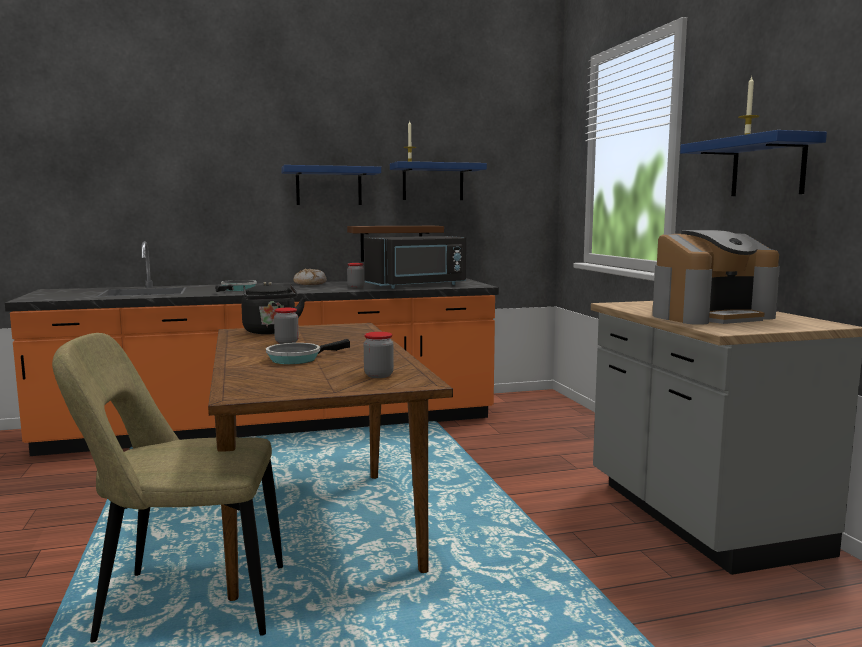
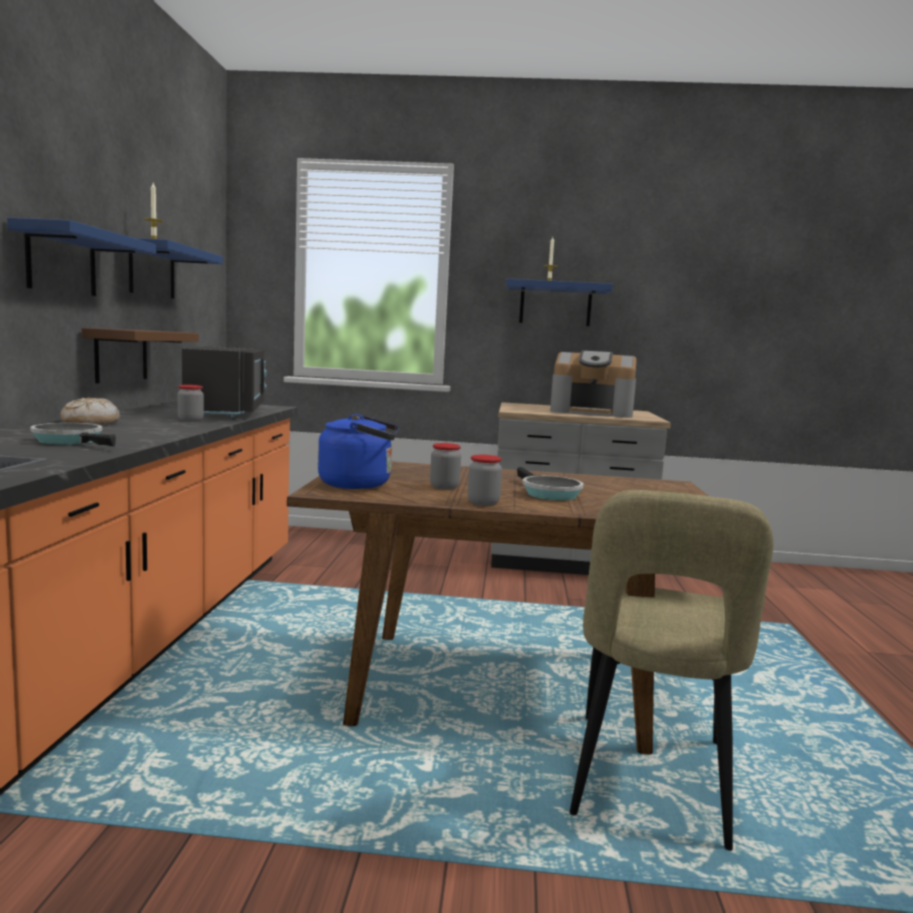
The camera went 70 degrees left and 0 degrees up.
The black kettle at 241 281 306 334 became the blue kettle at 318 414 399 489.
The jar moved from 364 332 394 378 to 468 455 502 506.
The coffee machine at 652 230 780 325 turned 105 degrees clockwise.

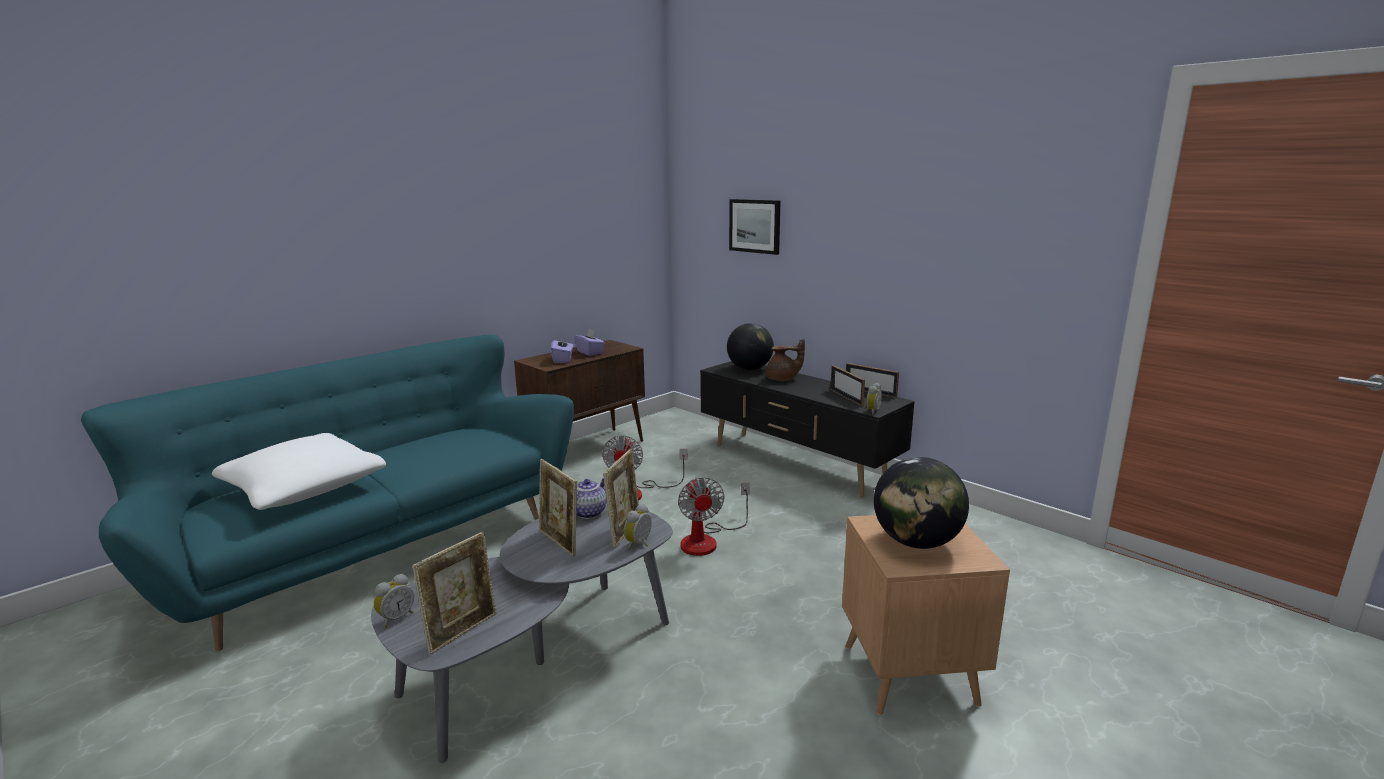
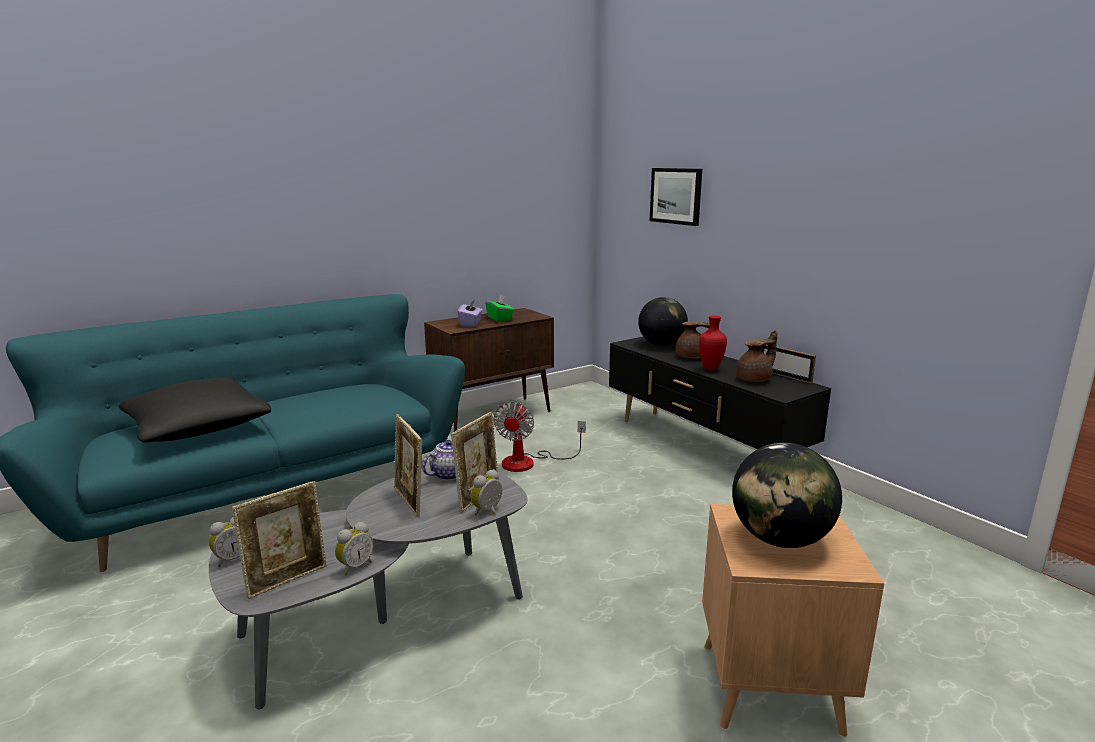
The camera went 10 degrees right and 0 degrees up.
The white pillow at 212 433 386 510 became the black pillow at 119 377 271 443.
The purple tissue box at 574 329 605 356 became the green tissue box at 485 295 514 322.
The fan at 678 477 750 556 disappeared.
The picture frame at 830 365 865 406 was replaced by the brown teapot at 736 330 778 382.
The alarm clock moved from 866 383 882 415 to 335 521 374 576.
The red vase at 699 315 727 371 appeared.

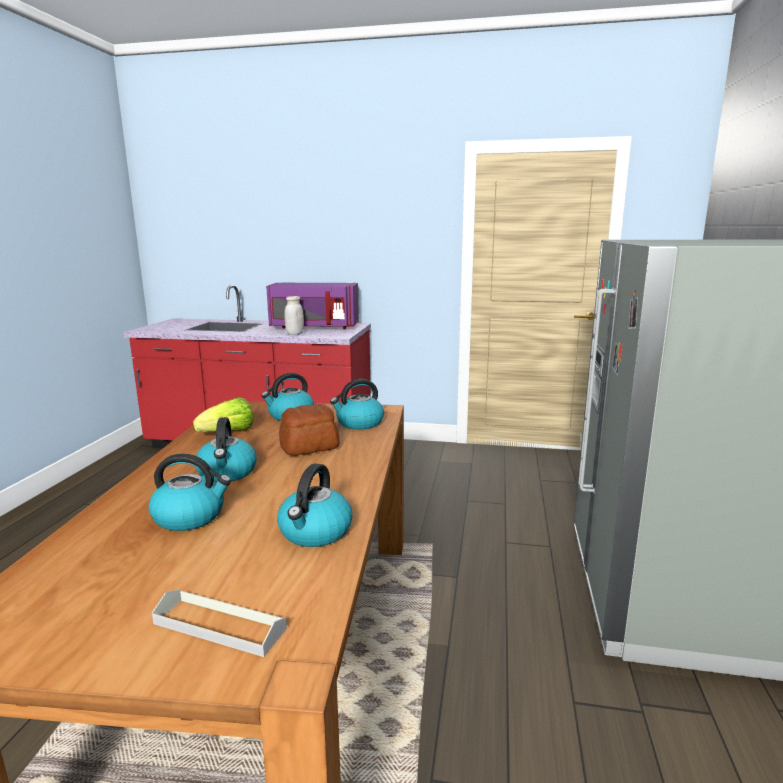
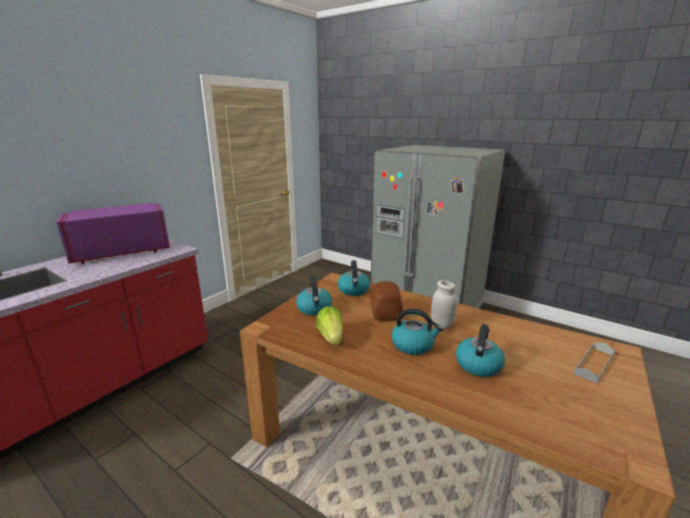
The camera went 65 degrees left and 5 degrees up.
The purple microwave at 266 283 359 329 turned 150 degrees counterclockwise.
The kettle at 277 463 352 547 disappeared.
The white jar moved from 284 296 304 335 to 431 280 457 329.

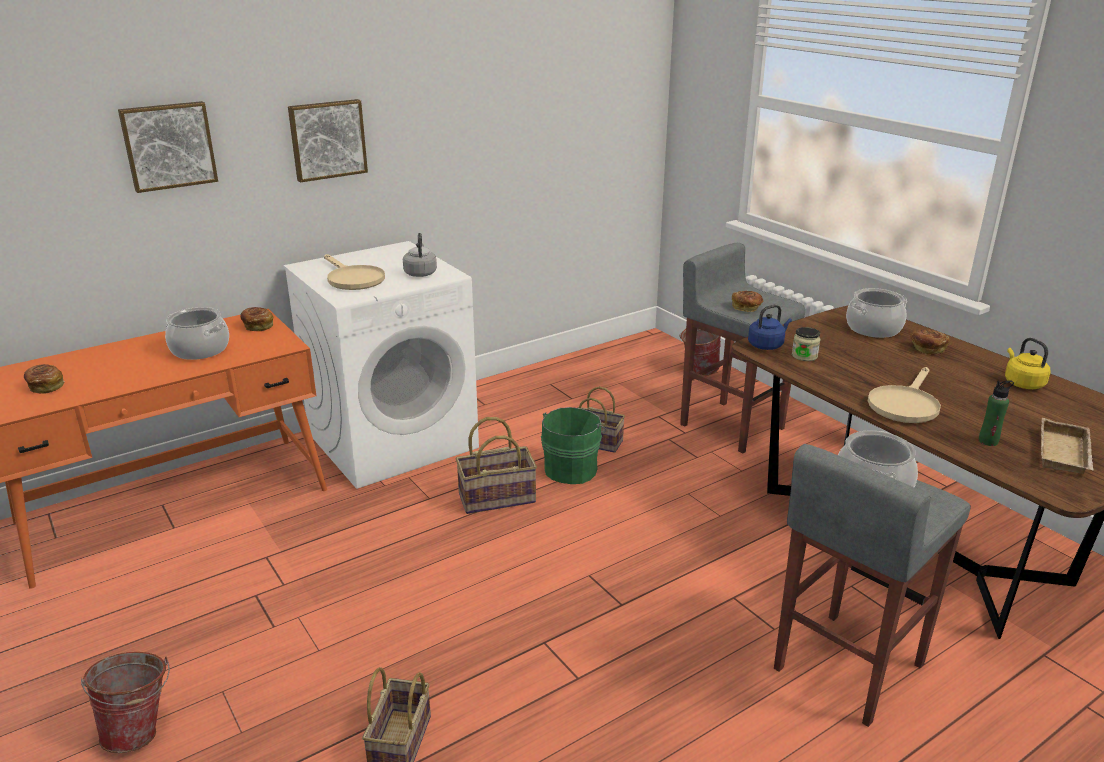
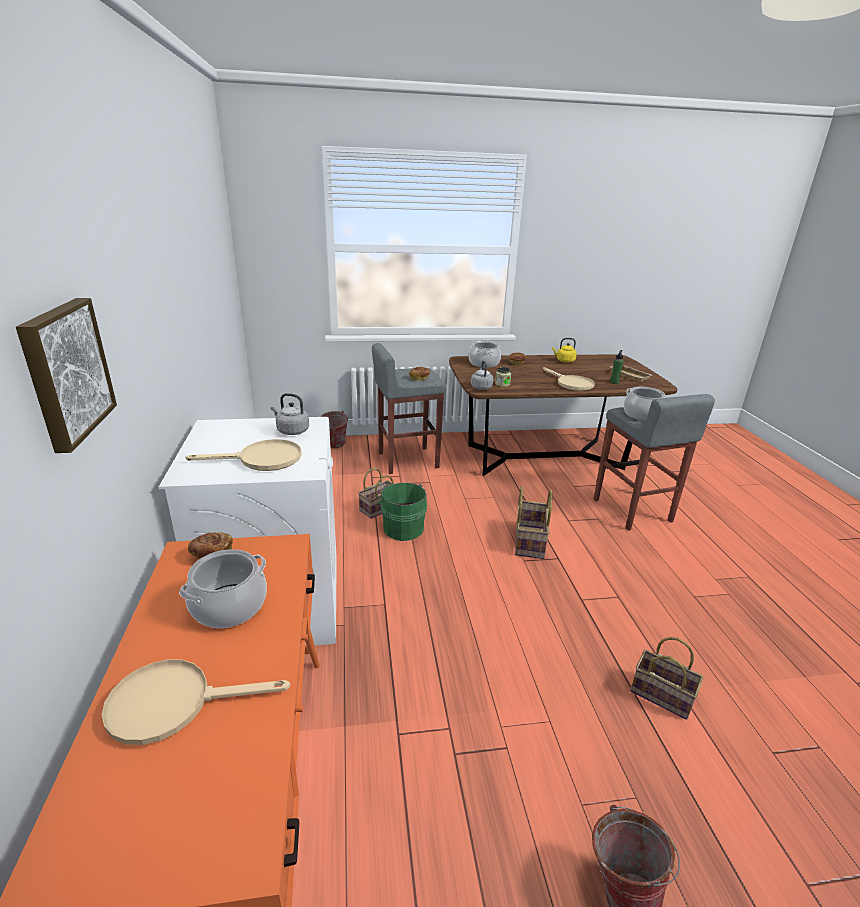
The camera went 65 degrees left and 0 degrees up.
The bread at 24 364 65 393 disappeared.
The picture at 288 99 368 183 disappeared.
The basket moved from 456 417 537 514 to 515 487 553 559.
The blue kettle at 748 304 792 350 became the grey kettle at 471 361 493 390.
The beige frying pan at 102 659 290 745 appeared.

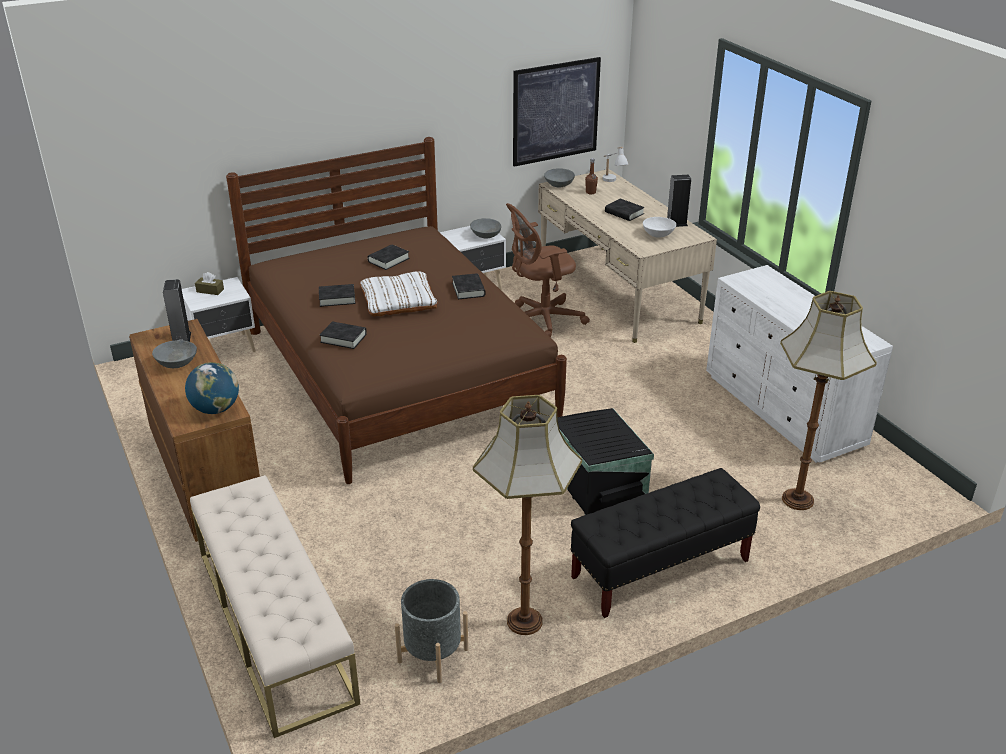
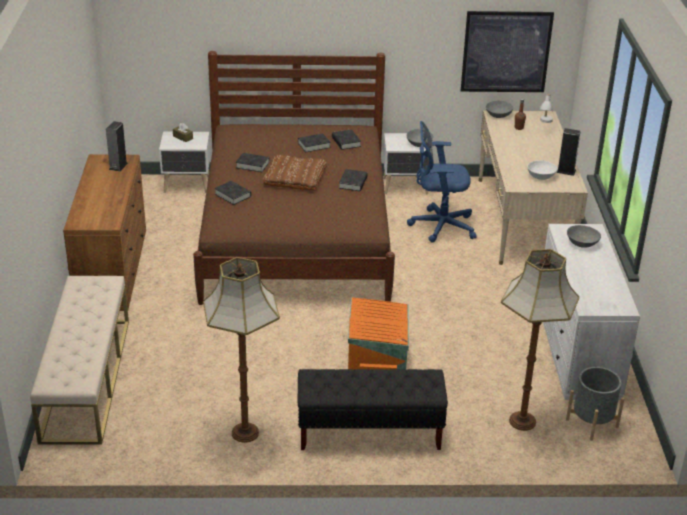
The camera went 25 degrees right and 0 degrees up.
The grey bowl moved from 152 340 197 368 to 567 225 601 248.
The globe at 185 362 239 414 disappeared.
The white pillow at 360 271 438 317 became the brown pillow at 262 155 327 191.
The grey planter moved from 395 579 468 683 to 566 367 624 441.
The brown office chair at 506 203 590 337 became the blue office chair at 407 121 477 243.
The black storage box at 558 408 654 515 became the orange storage box at 348 297 409 370.
The black book moved from 605 199 645 221 to 332 129 361 150.

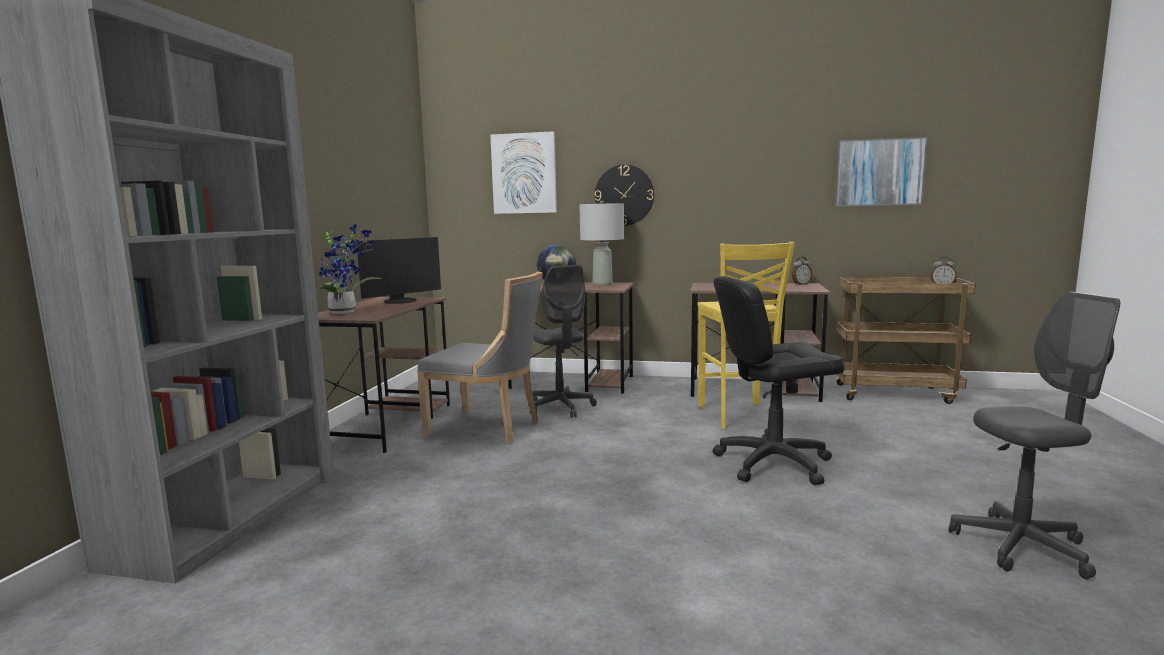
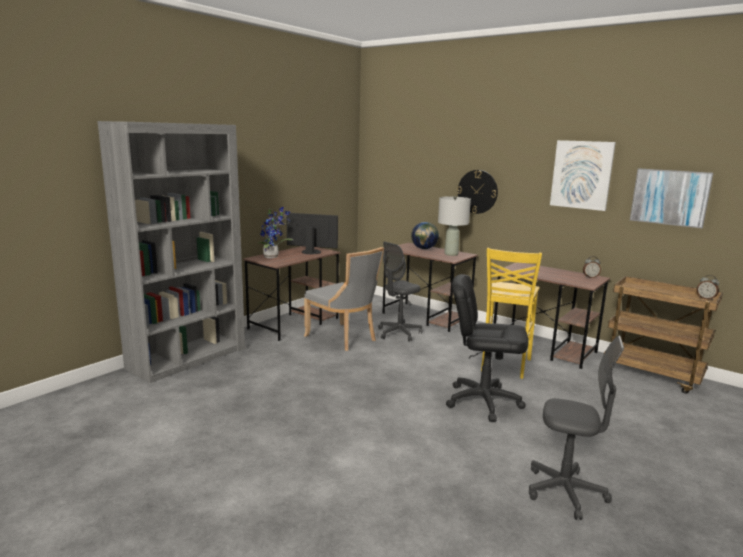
The camera went 25 degrees right and 5 degrees up.
The monitor at 357 237 441 304 turned 150 degrees counterclockwise.
The picture moved from 490 131 557 214 to 550 140 616 211.
The grey office chair at 530 265 597 418 turned 45 degrees clockwise.

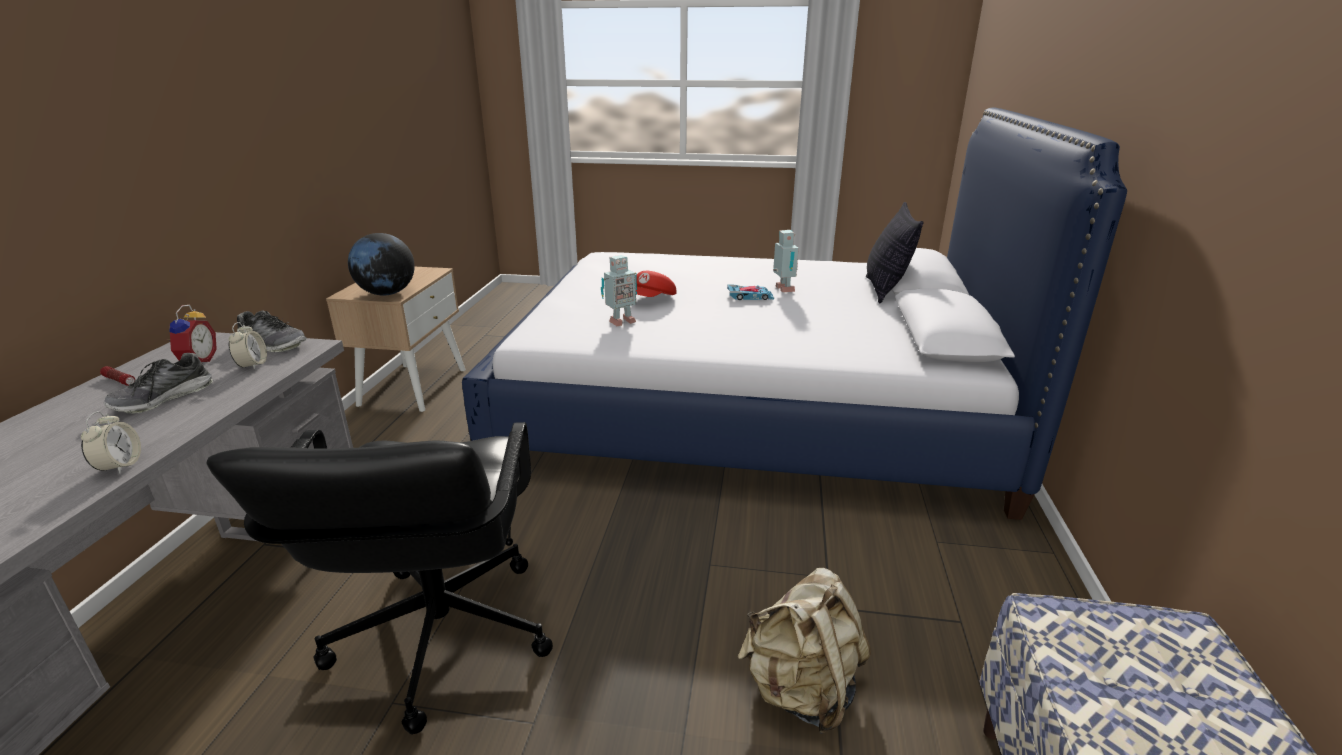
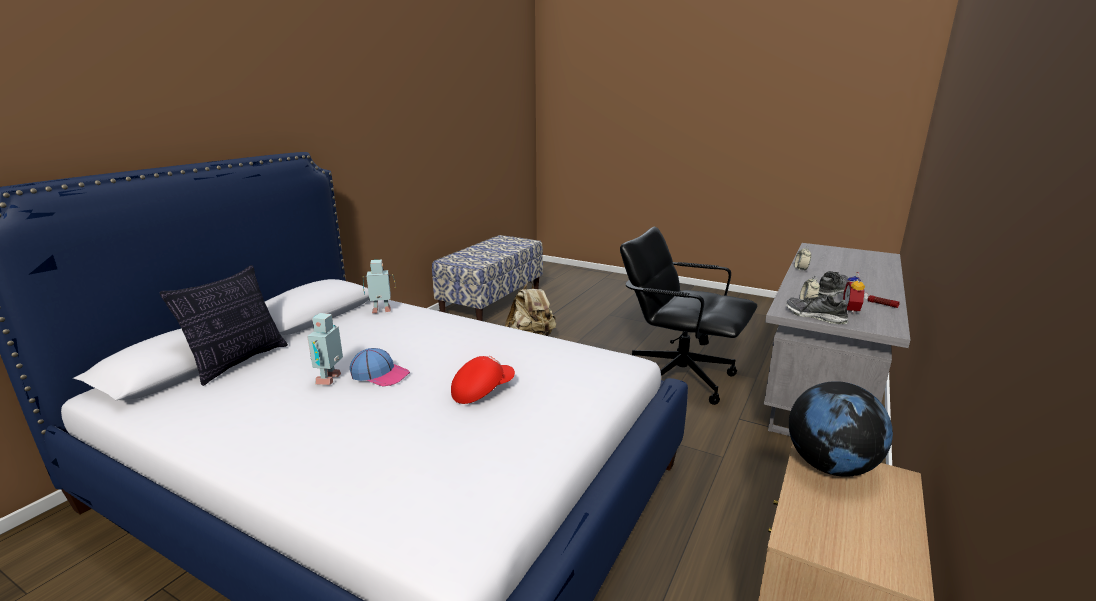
The camera went 160 degrees left and 5 degrees down.
The black office chair at 206 422 553 735 turned 75 degrees counterclockwise.
The toy robot moved from 601 255 637 326 to 363 259 396 313.
The toy car at 727 285 774 300 was replaced by the cap at 350 348 410 386.

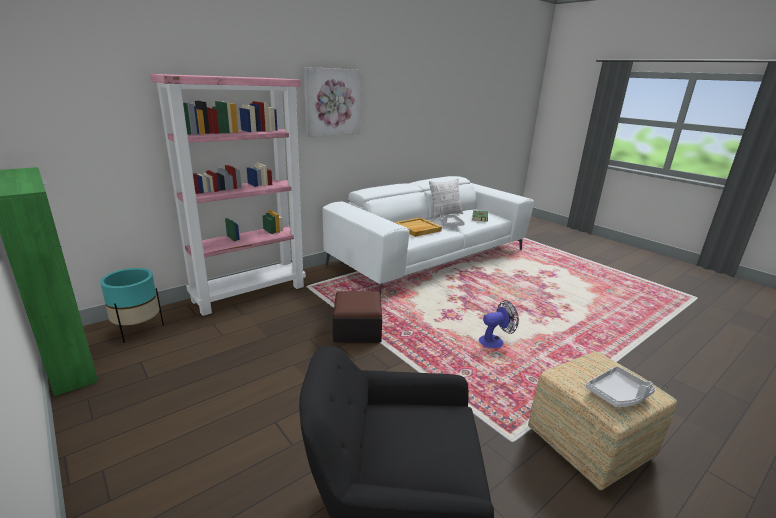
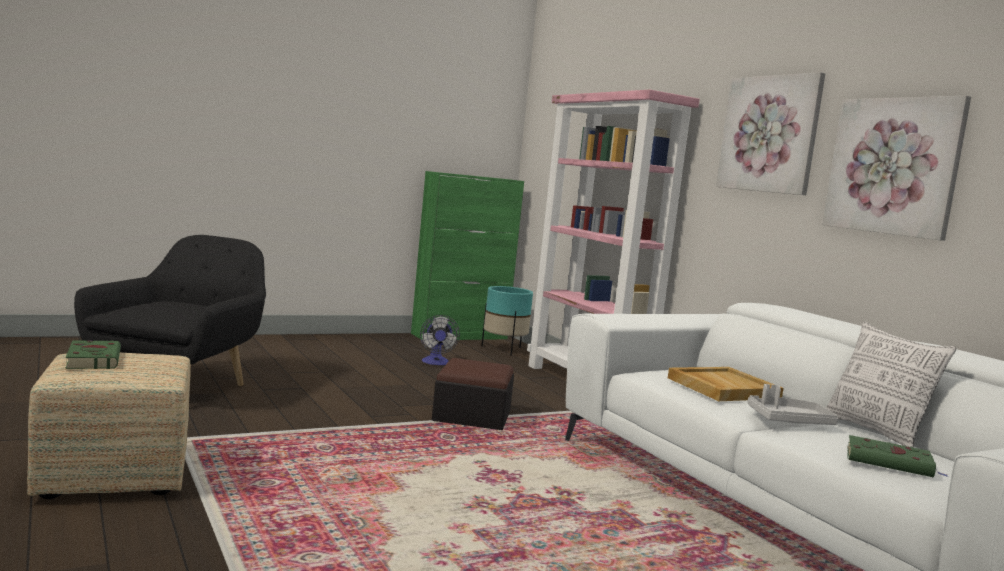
The camera went 100 degrees right and 15 degrees down.
The fan moved from 479 300 519 348 to 420 315 460 365.
The grey tray at 586 366 655 407 was replaced by the green book at 65 340 121 369.
The picture at 822 95 971 241 appeared.

